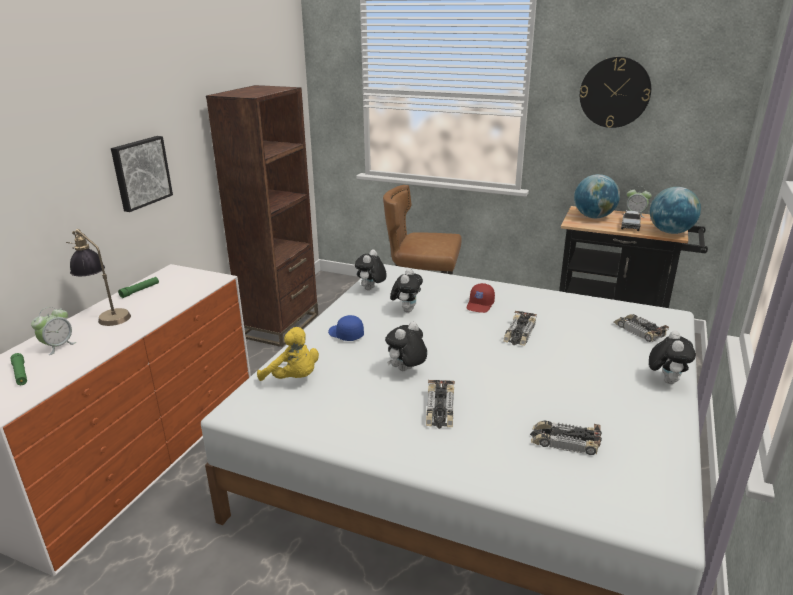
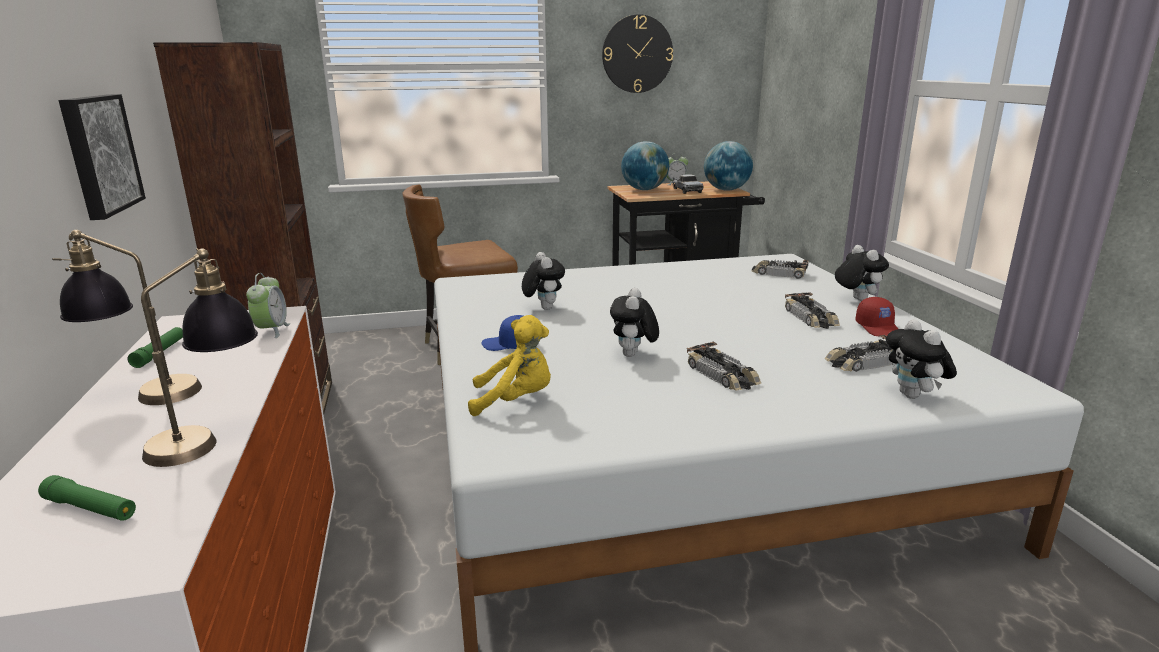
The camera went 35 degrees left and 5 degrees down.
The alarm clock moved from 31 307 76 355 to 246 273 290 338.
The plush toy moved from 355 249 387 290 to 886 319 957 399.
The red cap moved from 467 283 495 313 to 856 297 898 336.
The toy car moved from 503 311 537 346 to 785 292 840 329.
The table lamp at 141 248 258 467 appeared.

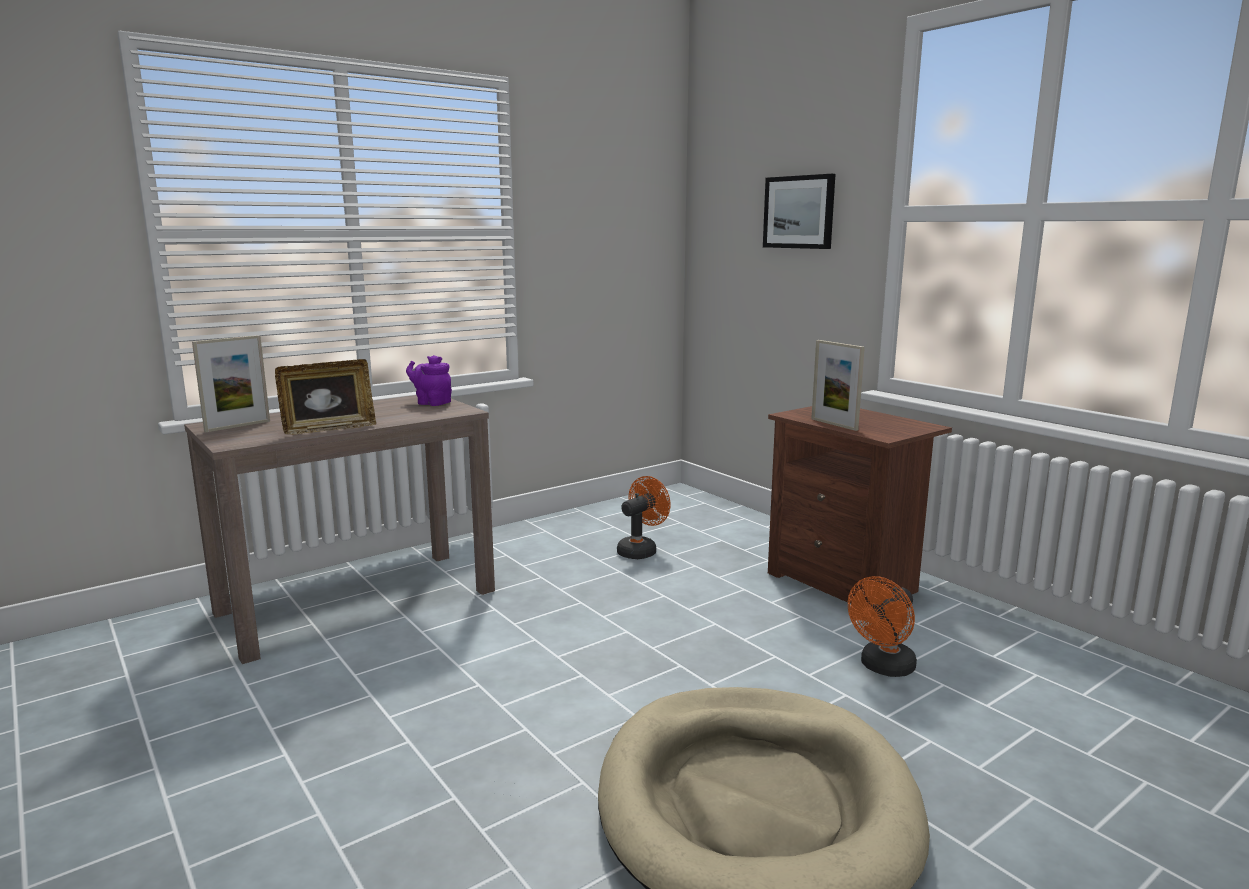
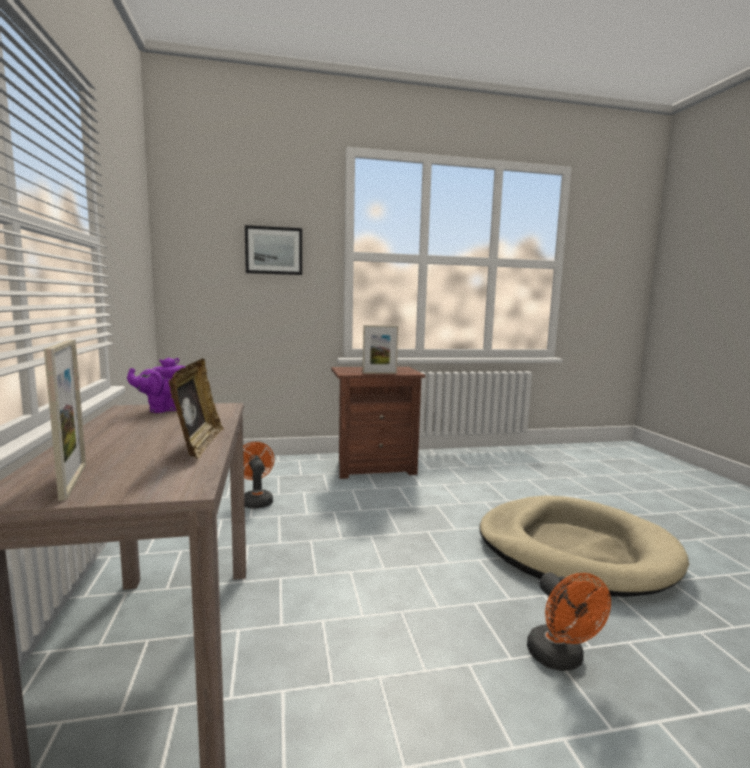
The camera went 65 degrees left and 5 degrees down.
The orange fan moved from 848 576 917 677 to 527 572 611 671.

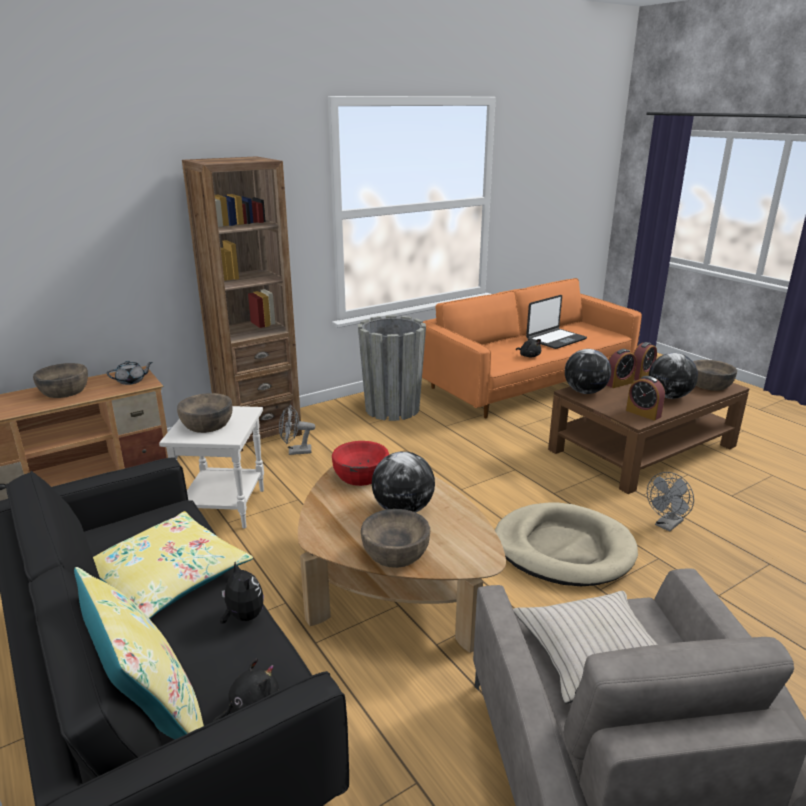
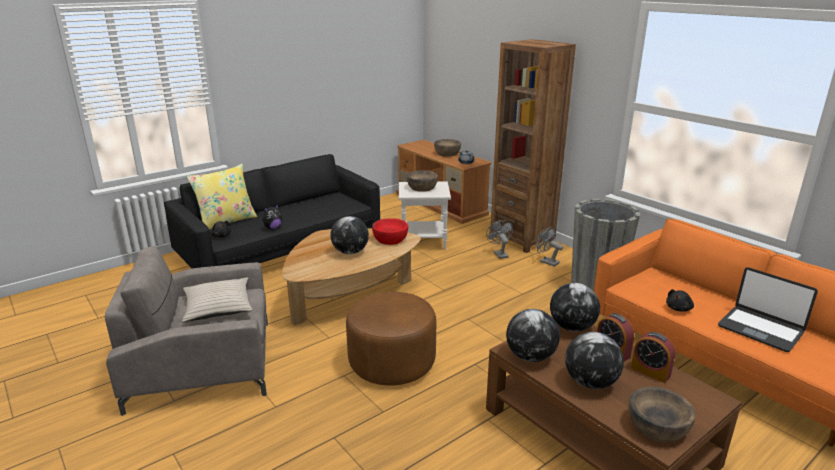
The camera went 85 degrees right and 0 degrees up.
The yellow pillow at 93 511 253 619 disappeared.
The brown bowl at 361 509 430 568 disappeared.
The beige dog bed at 495 502 638 586 was replaced by the brown ottoman at 346 292 436 386.
The alarm clock at 626 376 665 421 was replaced by the globe at 506 309 560 362.
The grey fan moved from 647 472 694 532 to 536 227 563 267.

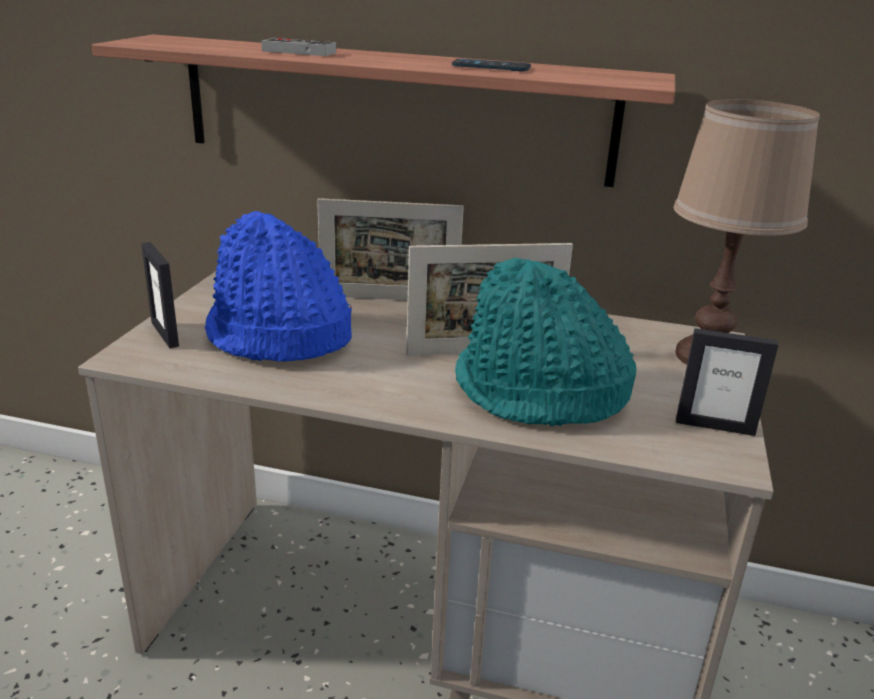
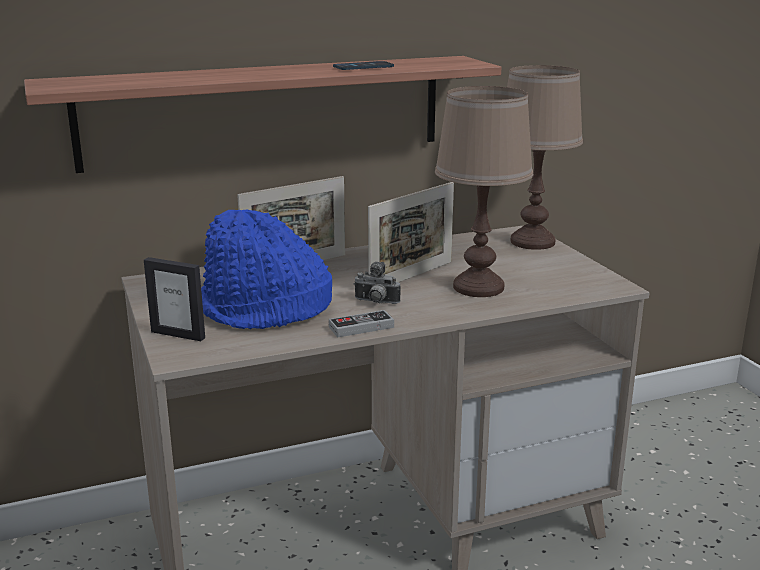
The camera went 35 degrees left and 5 degrees down.
The game controller moved from 261 38 336 56 to 329 310 394 337.
The turquoise hat at 455 258 637 427 was replaced by the brown table lamp at 435 86 533 297.
The picture frame at 676 328 778 436 disappeared.
The photo camera at 354 262 400 304 appeared.

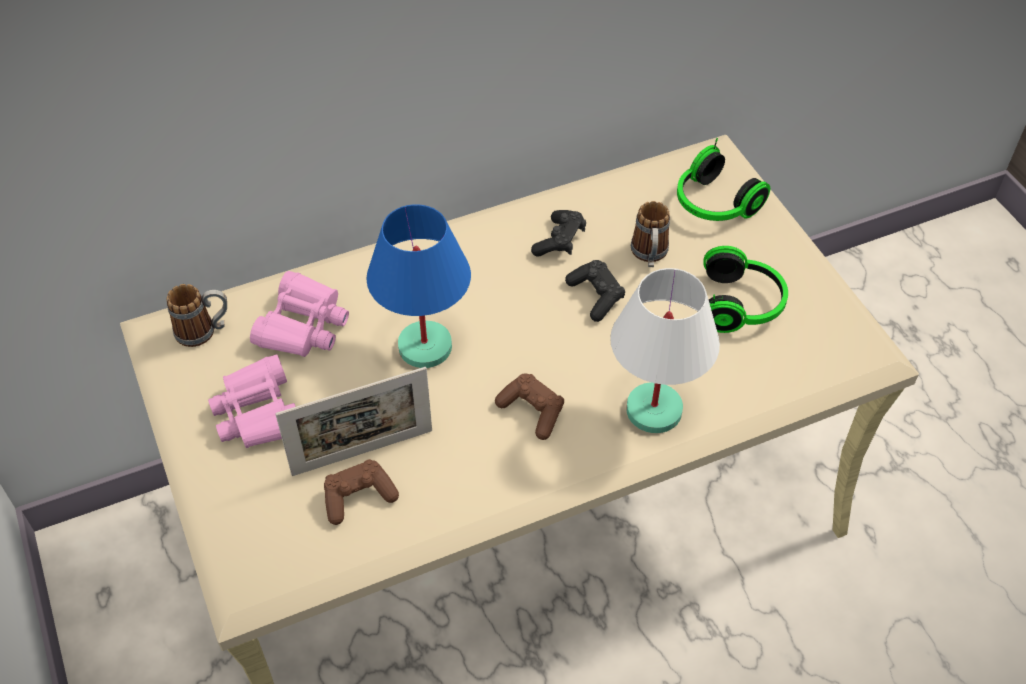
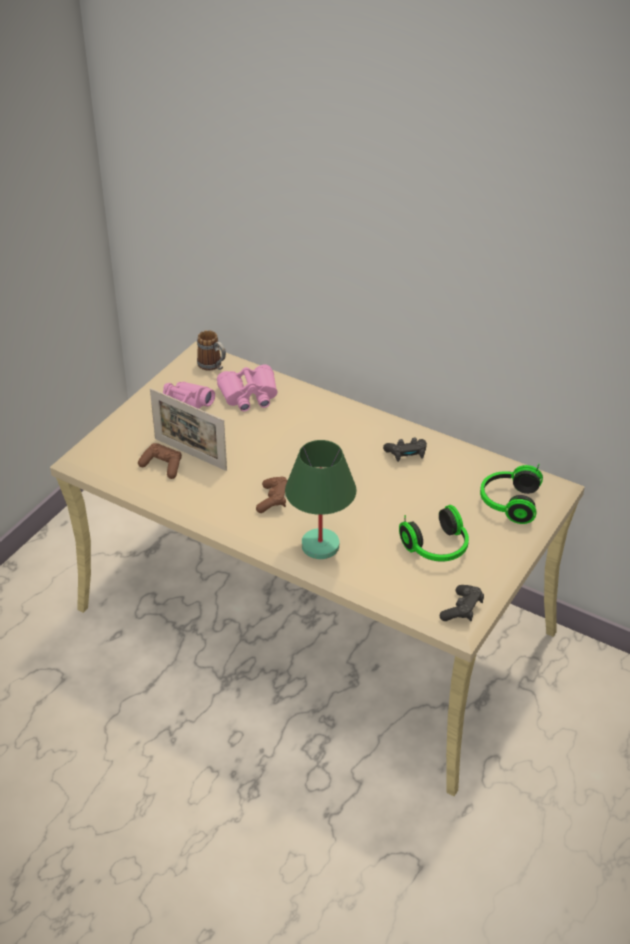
The camera went 55 degrees right and 10 degrees down.
The blue table lamp at 366 204 471 368 disappeared.
The black game controller moved from 565 260 625 322 to 440 585 484 621.
The white table lamp at 610 268 720 433 became the green table lamp at 285 440 357 559.
The mug at 631 201 670 267 disappeared.

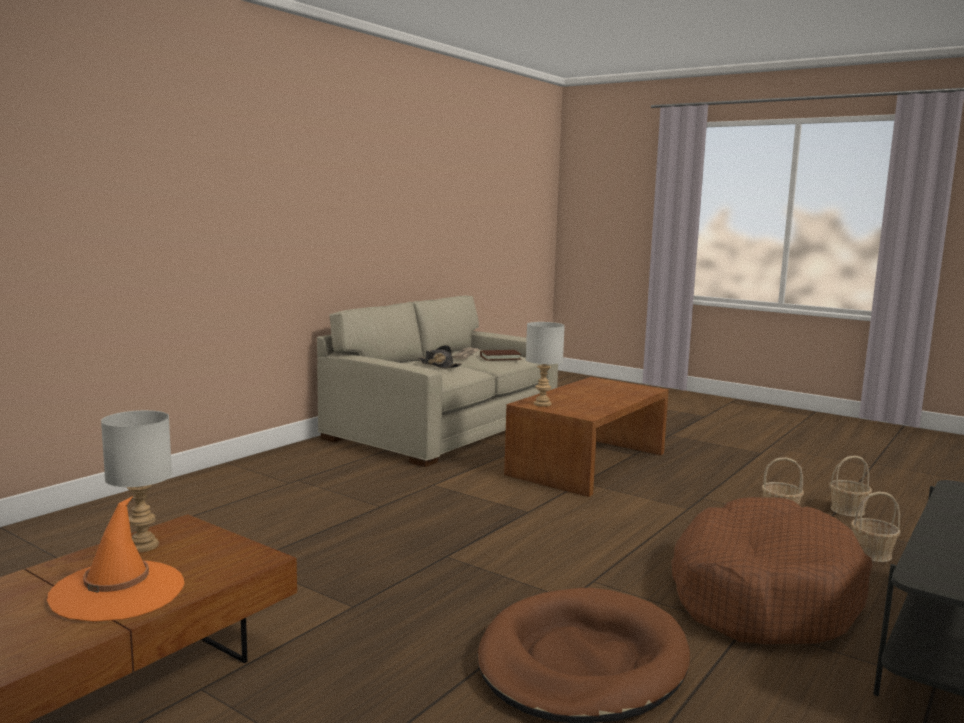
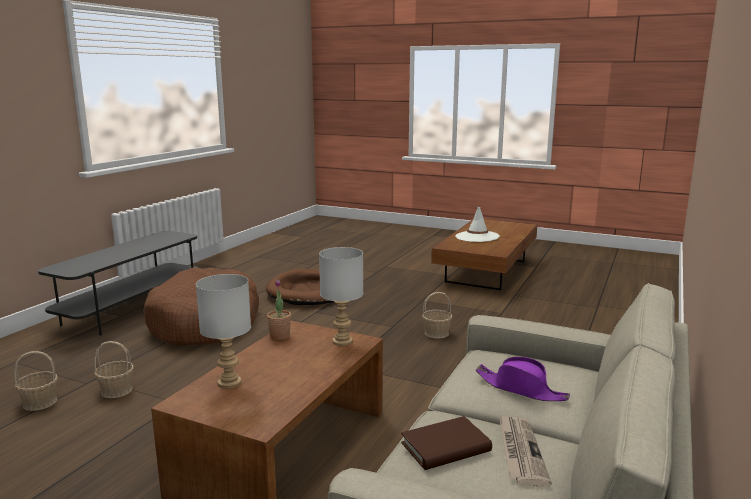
The camera went 170 degrees right and 5 degrees up.
The orange hat at 47 496 185 622 became the white hat at 455 206 500 242.
The grey table lamp moved from 101 410 172 552 to 196 274 251 389.
The black hat at 418 345 462 368 became the purple hat at 475 356 570 401.
The basket moved from 851 492 900 562 to 422 292 452 339.
The potted plant at 267 280 291 340 appeared.

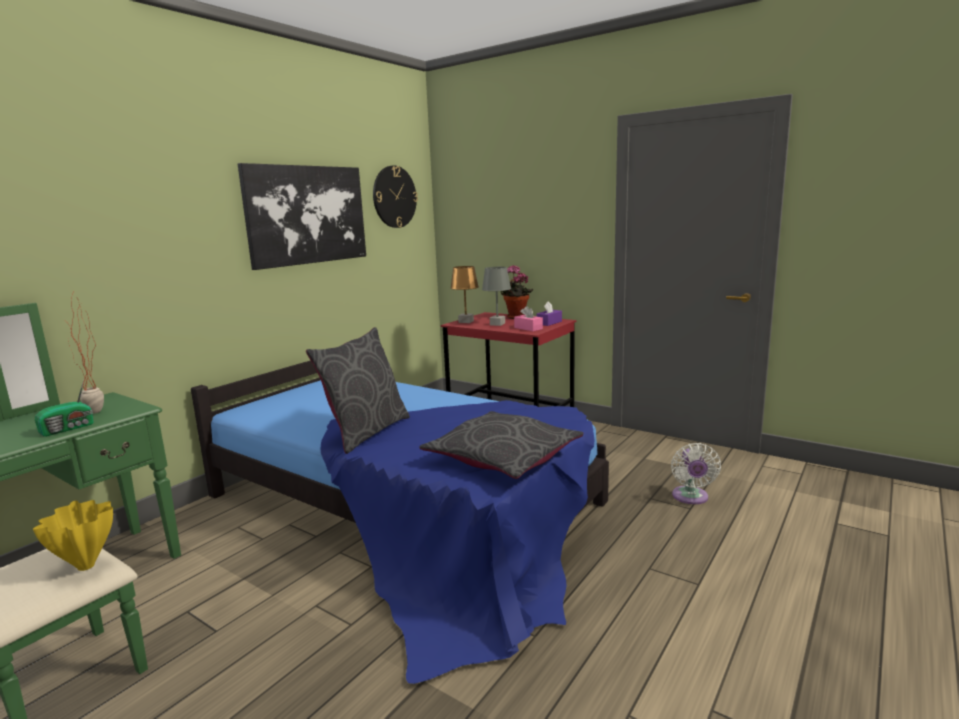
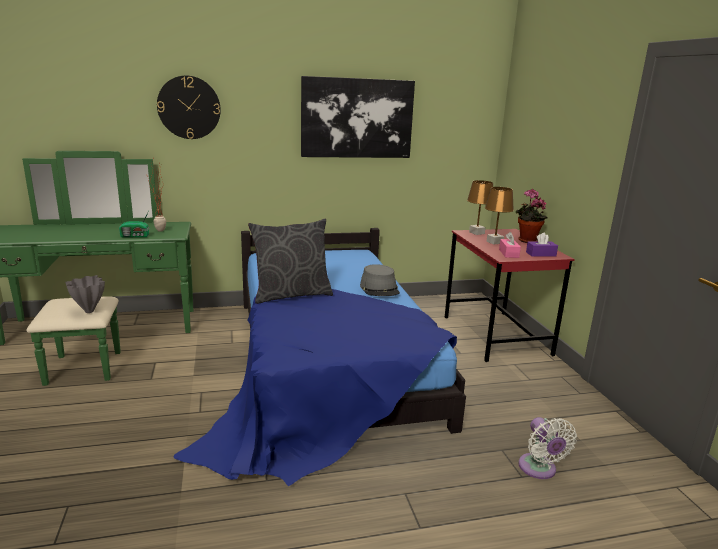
The camera went 40 degrees right and 5 degrees up.
The yellow vase at 33 500 113 571 became the grey vase at 65 275 105 313.
The wall clock moved from 373 166 418 228 to 157 76 221 139.
The grey pillow at 419 411 583 479 disappeared.
The grey table lamp at 482 267 511 326 became the brown table lamp at 485 187 514 245.
The white fan at 671 443 721 504 turned 60 degrees counterclockwise.
The grey hat at 360 264 400 296 appeared.

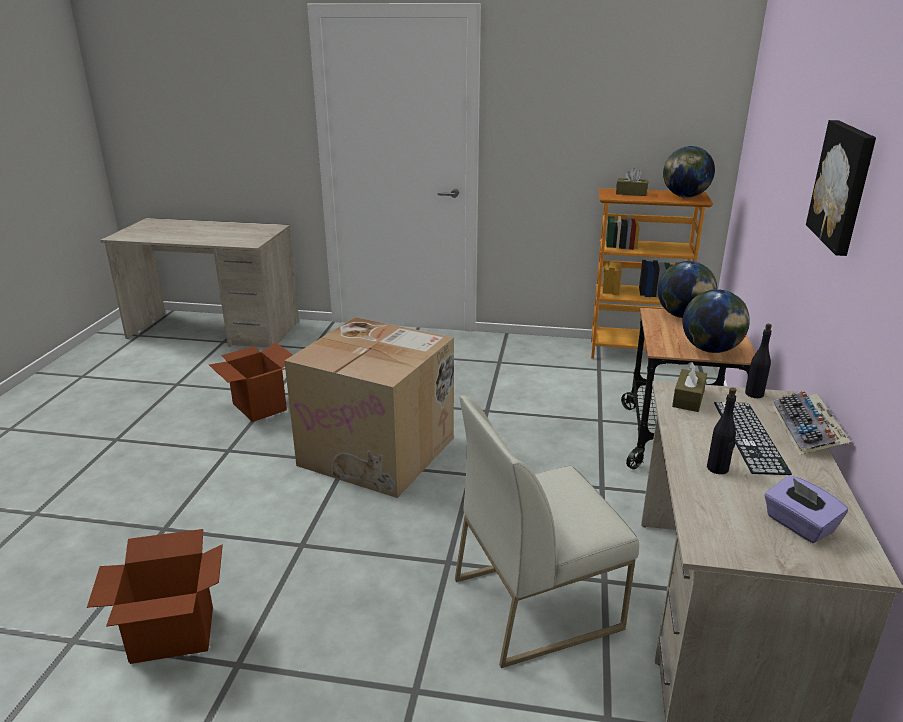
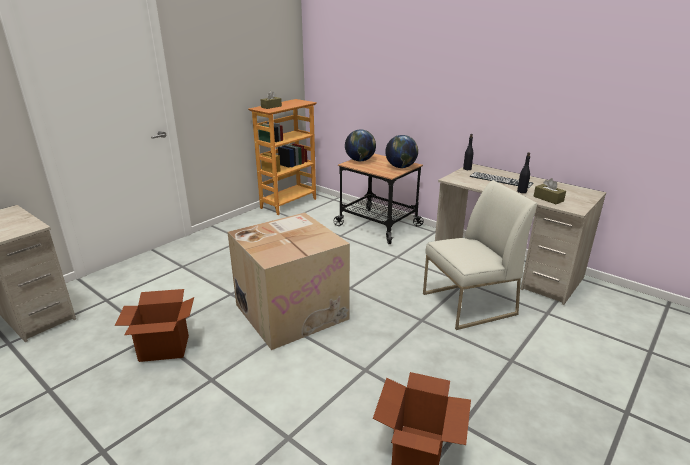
The camera went 60 degrees left and 0 degrees up.
The white chair at 455 395 639 668 turned 120 degrees counterclockwise.
The globe at 663 146 715 198 disappeared.
The brown tissue box moved from 672 362 707 412 to 534 178 566 204.
The purple tissue box at 764 475 848 543 disappeared.
The keyboard at 773 391 851 455 disappeared.
The picture at 806 120 876 256 disappeared.

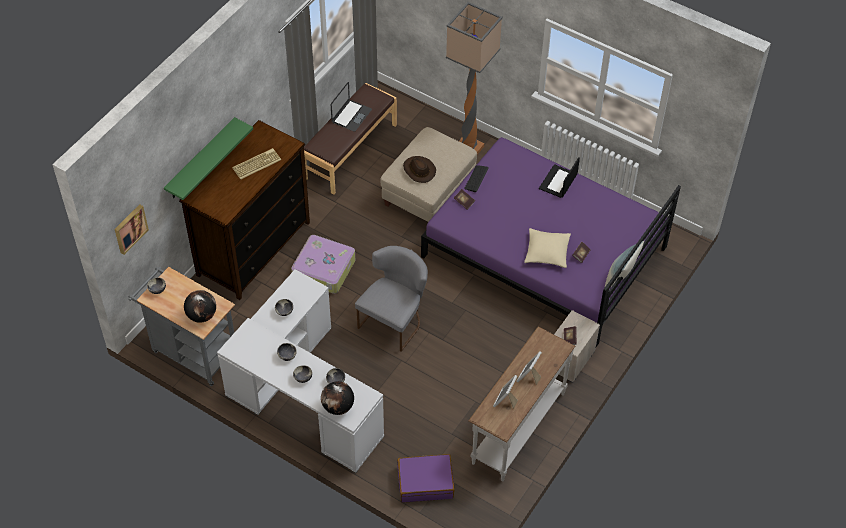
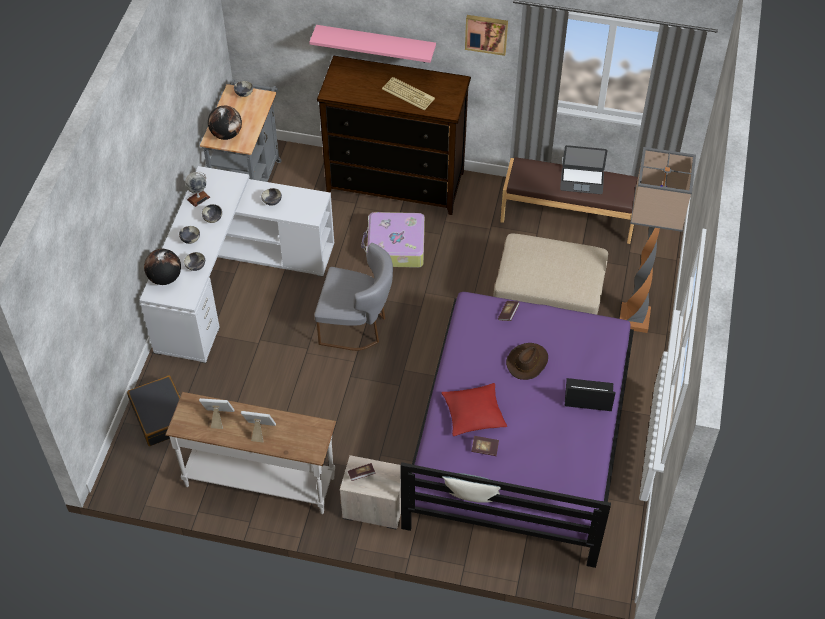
The camera went 70 degrees right and 0 degrees up.
The picture moved from 115 204 149 255 to 465 15 508 56.
The green shelf at 164 117 253 200 became the pink shelf at 309 25 436 63.
The purple suitcase at 397 454 455 503 became the black suitcase at 127 376 181 446.
The brown hat moved from 403 156 436 183 to 506 343 548 380.
The keyboard at 464 165 489 192 disappeared.
The beige pillow at 524 228 571 268 became the red pillow at 441 383 507 436.
The globe at 185 172 210 207 appeared.

